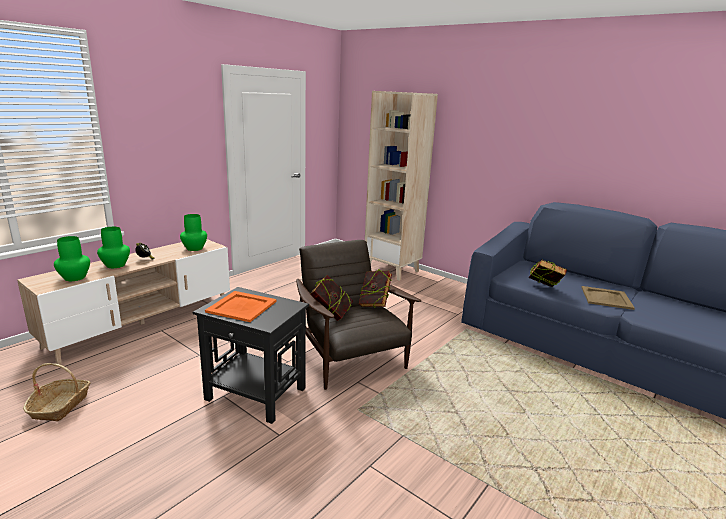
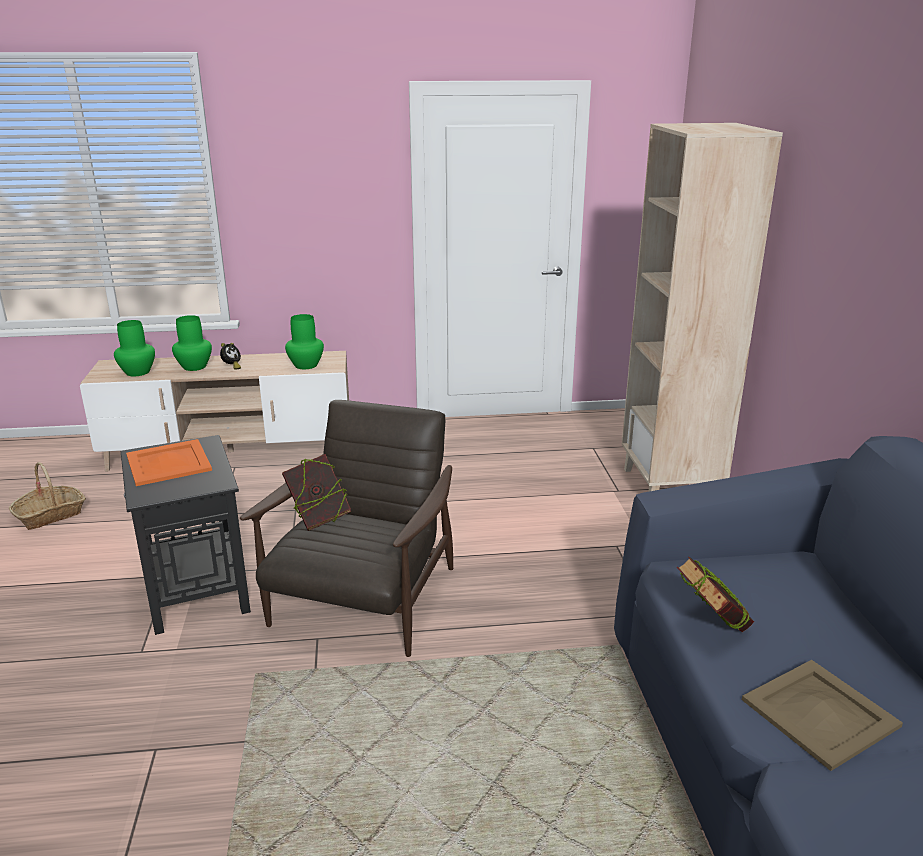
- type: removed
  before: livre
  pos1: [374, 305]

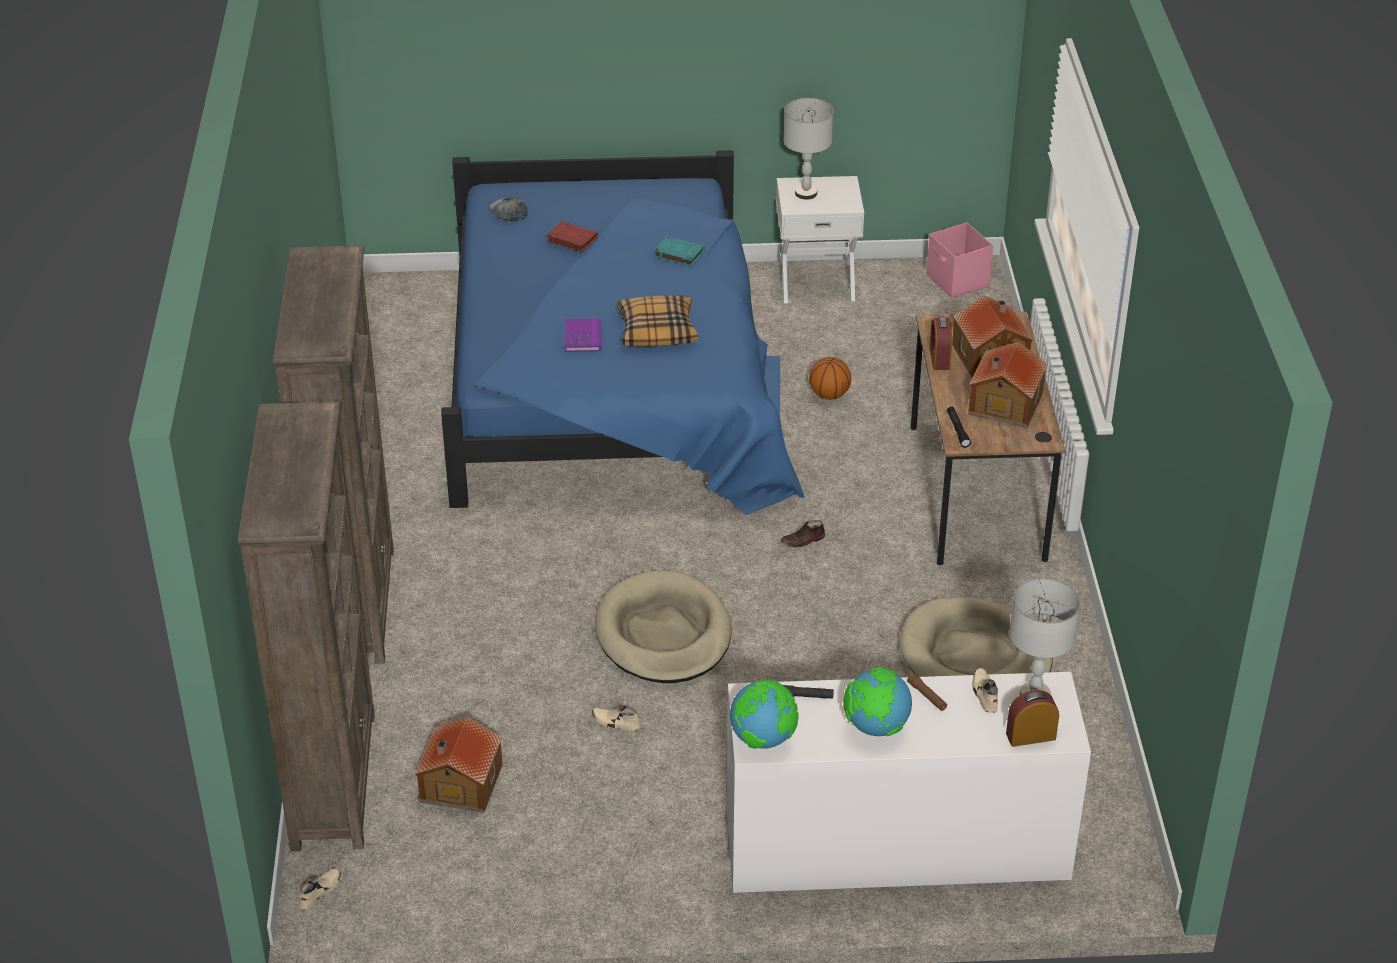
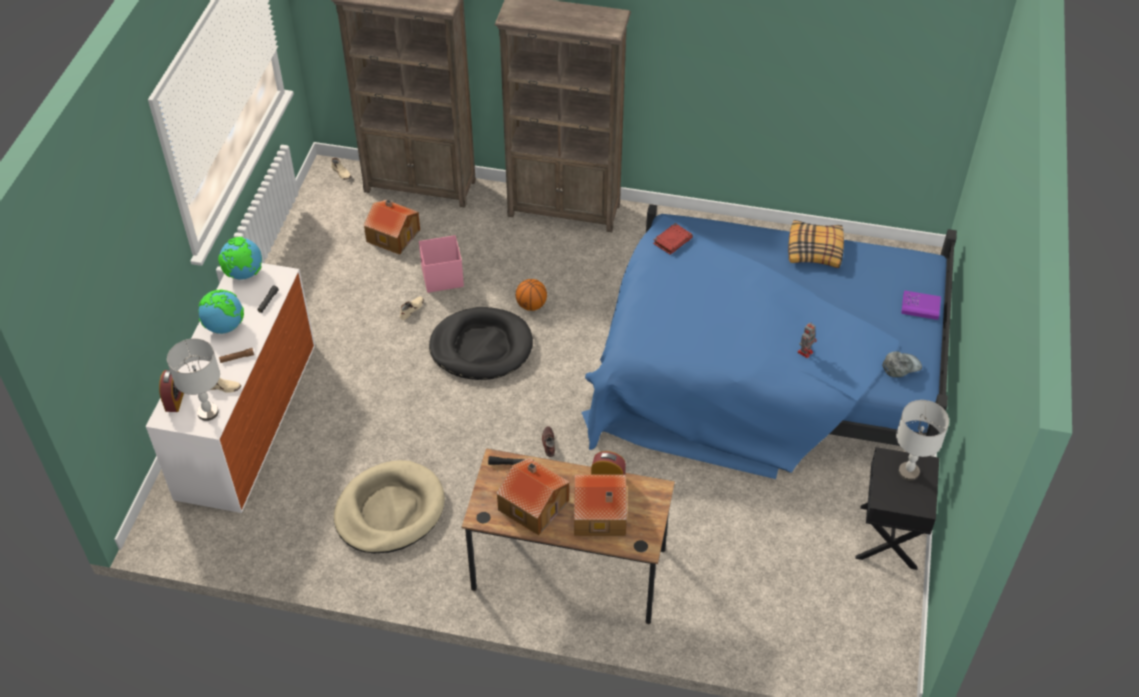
- type: moved
  before: casquette (gris)
  pos1: [508, 211]
  pos2: [901, 366]
- type: moved
  before: livre (rouge)
  pos1: [571, 239]
  pos2: [672, 240]
- type: moved
  before: livre (violet)
  pos1: [583, 337]
  pos2: [920, 306]
- type: recoloured
  before: panier pour chien (beige)
  after: panier pour chien (noir)
  pos1: [663, 634]
  pos2: [481, 347]
- type: moved
  before: coussin
  pos1: [657, 330]
  pos2: [815, 250]
- type: replaced
  before: livre (turquoise)
  after: robot jouet
  pos1: [678, 254]
  pos2: [805, 351]
- type: recoloured
  before: table de chevet (blanc)
  after: table de chevet (noir)
  pos1: [816, 282]
  pos2: [889, 537]
- type: moved
  before: ballon de basket
  pos1: [829, 395]
  pos2: [531, 305]
- type: moved
  before: boîte de rangement (rose)
  pos1: [957, 281]
  pos2: [441, 277]

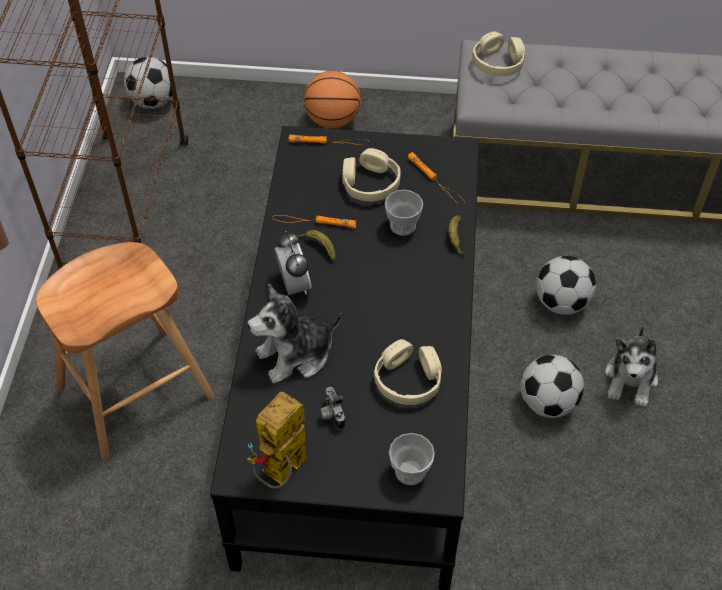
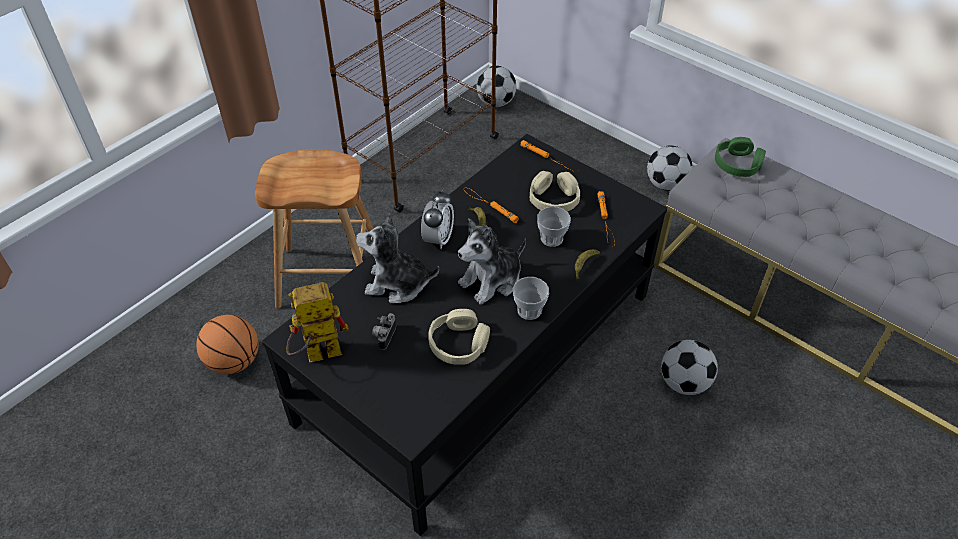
- type: moved
  before: ballon de basket
  pos1: [332, 120]
  pos2: [234, 361]
- type: moved
  before: tasse
  pos1: [410, 471]
  pos2: [529, 310]
- type: recoloured
  before: casque audio (beige)
  after: casque audio (vert)
  pos1: [498, 62]
  pos2: [737, 164]
- type: moved
  before: ballon de foot
  pos1: [547, 402]
  pos2: [666, 184]
- type: moved
  before: peluche
  pos1: [631, 379]
  pos2: [492, 280]

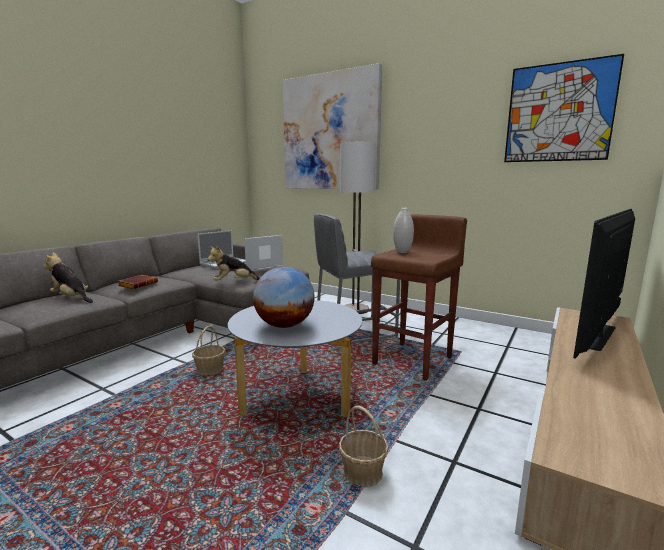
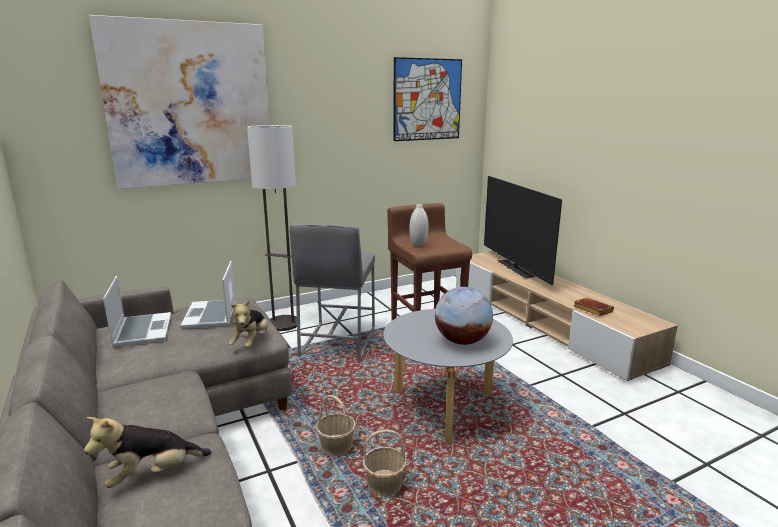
- type: moved
  before: livre (marron)
  pos1: [138, 285]
  pos2: [591, 309]
- type: moved
  before: panier
  pos1: [362, 473]
  pos2: [385, 484]

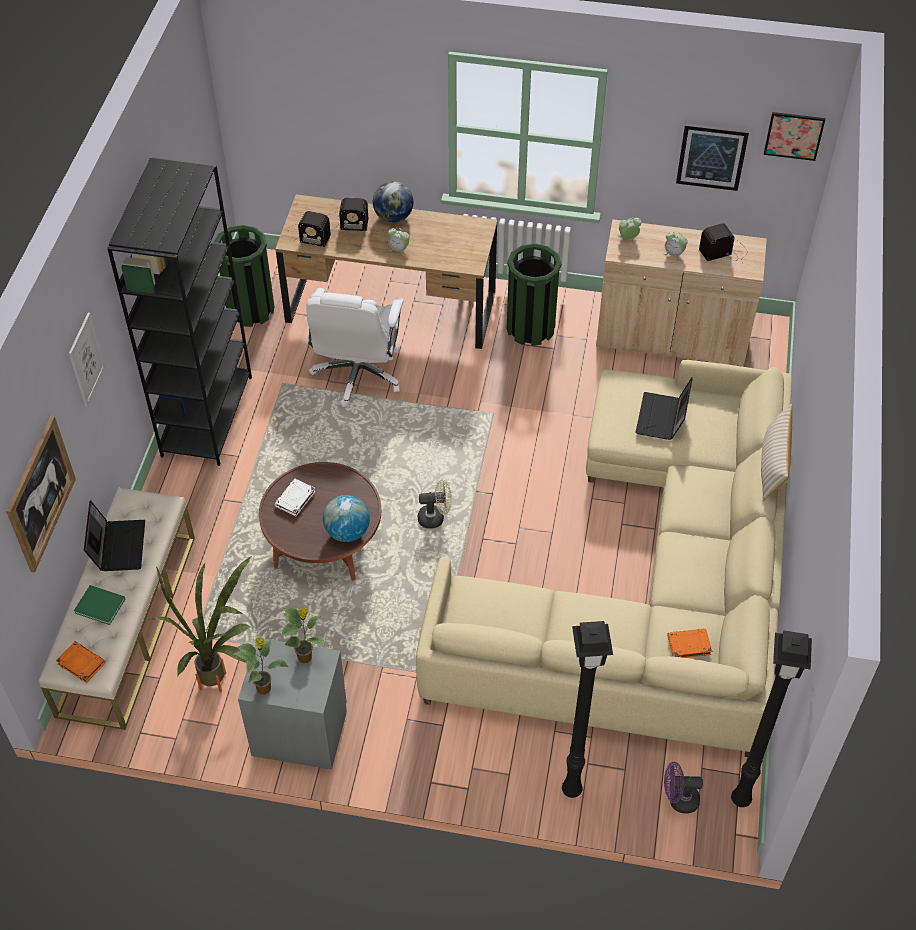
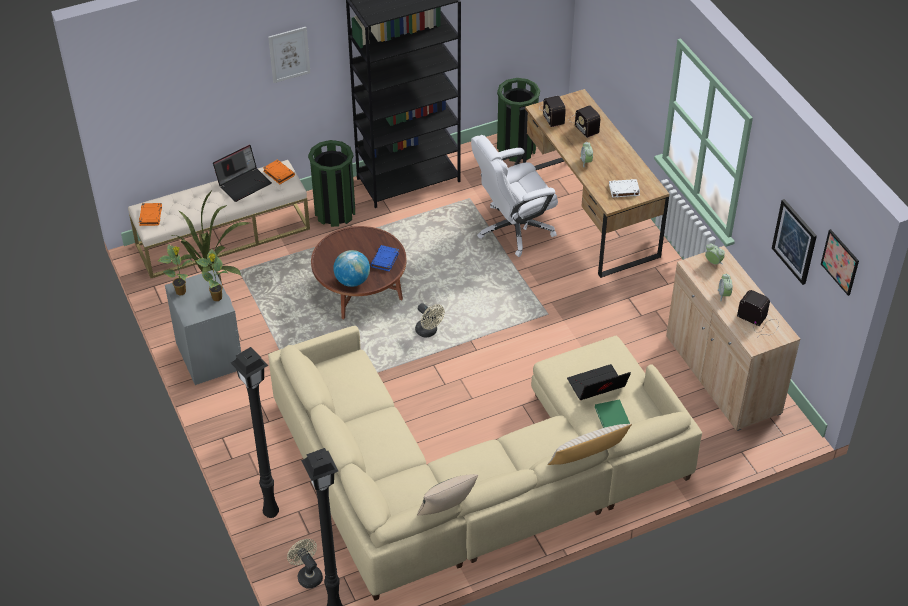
- type: removed
  before: tableau
  pos1: [40, 493]
- type: moved
  before: livre (vert)
  pos1: [101, 606]
  pos2: [612, 417]
- type: moved
  before: livre (blanc)
  pos1: [295, 499]
  pos2: [623, 190]
- type: removed
  before: globe
  pos1: [393, 217]
- type: moved
  before: poubelle (vert)
  pos1: [530, 328]
  pos2: [335, 212]
- type: recoloured
  before: ventilateur (violet)
  after: ventilateur (beige)
  pos1: [678, 800]
  pos2: [307, 575]
- type: moved
  before: livre (orange)
  pos1: [688, 645]
  pos2: [278, 173]
- type: added
  after: livre (bleu)
  pos2: [385, 260]
- type: added
  after: coussin (beige)
  pos2: [447, 512]

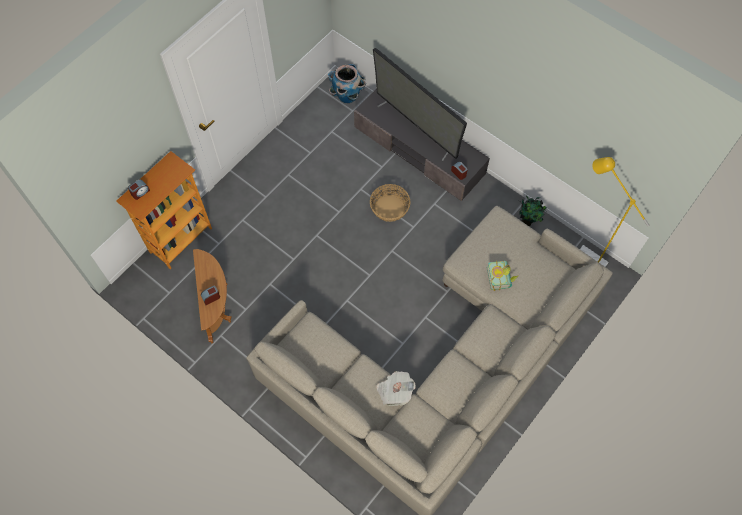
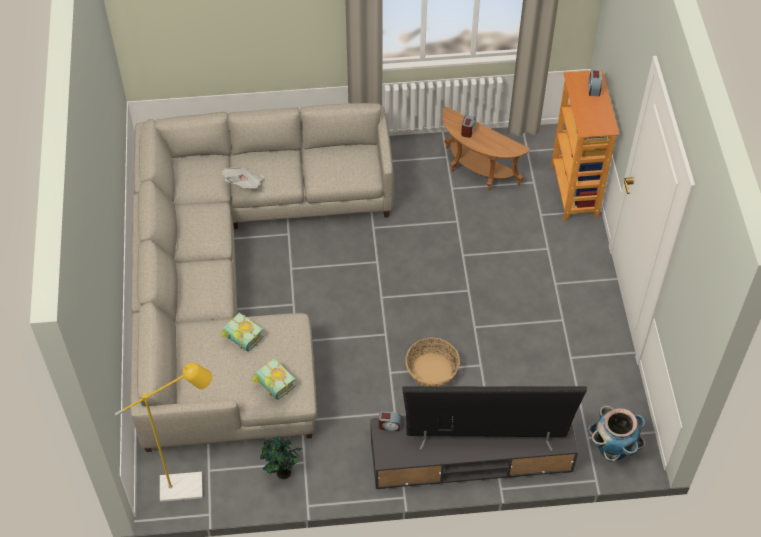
- type: added
  after: livre
  pos2: [272, 386]

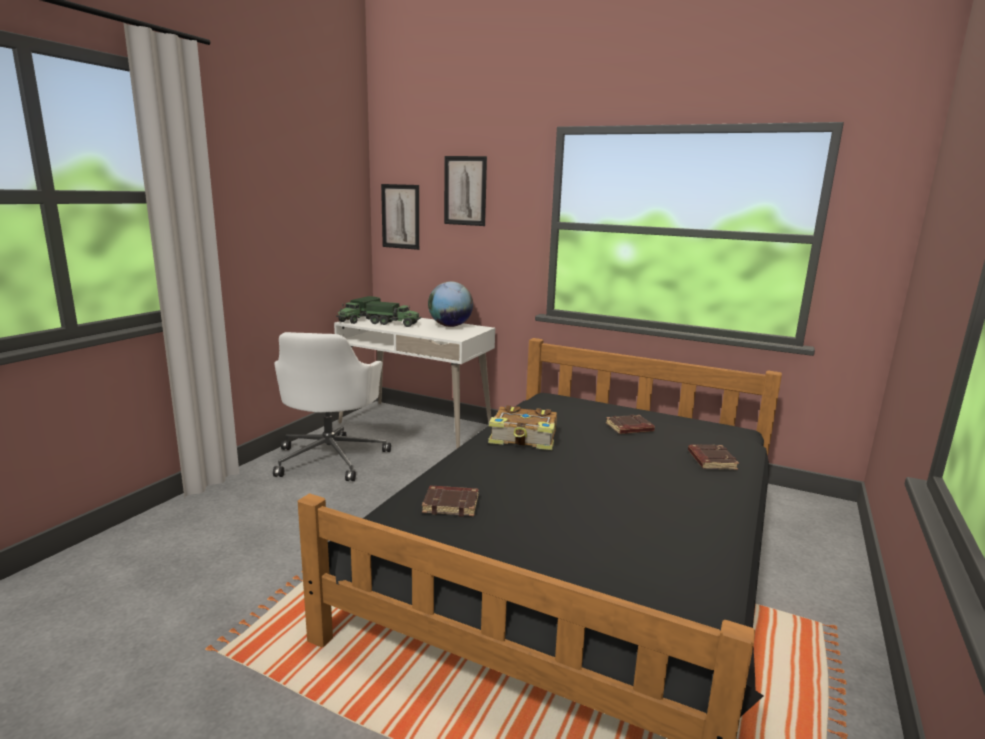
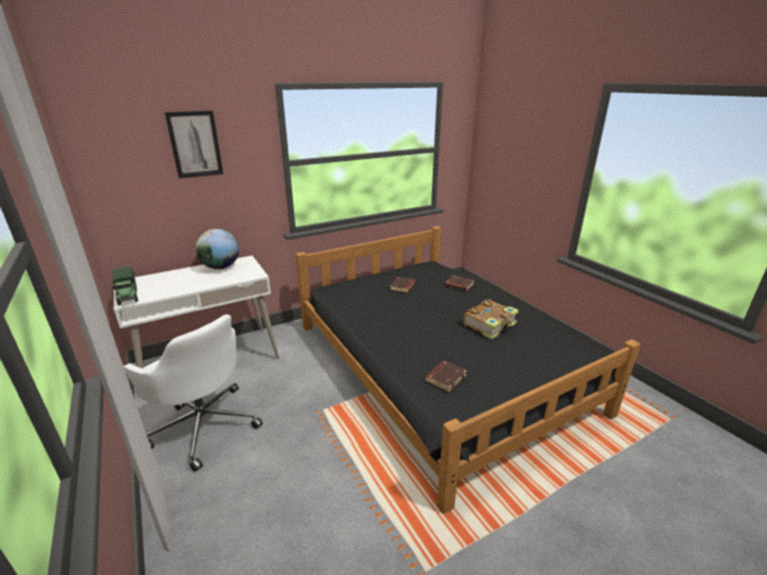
- type: removed
  before: camion jouet
  pos1: [394, 323]
- type: removed
  before: tableau
  pos1: [400, 216]
- type: moved
  before: livre
  pos1: [524, 438]
  pos2: [490, 325]

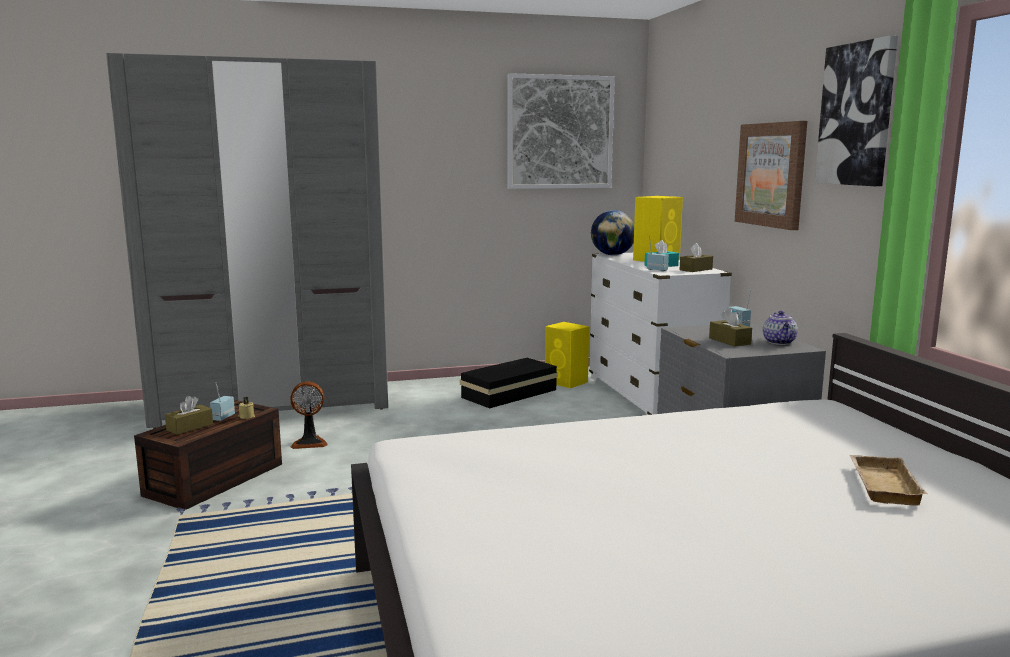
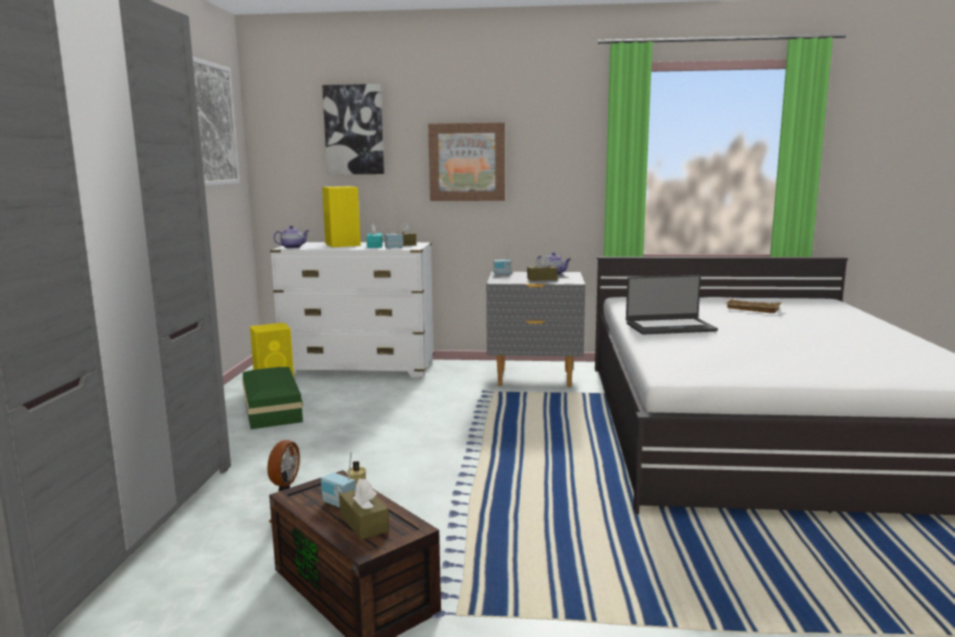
- type: recoloured
  before: boîte de rangement (noir)
  after: boîte de rangement (vert)
  pos1: [511, 393]
  pos2: [273, 408]
- type: replaced
  before: globe
  after: théière
  pos1: [612, 255]
  pos2: [293, 247]
- type: moved
  before: tableau
  pos1: [857, 114]
  pos2: [354, 130]
- type: added
  after: ordinateur portable
  pos2: [669, 327]

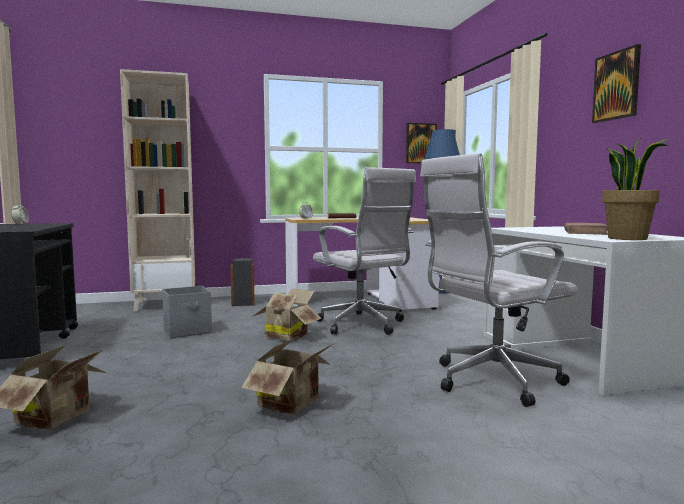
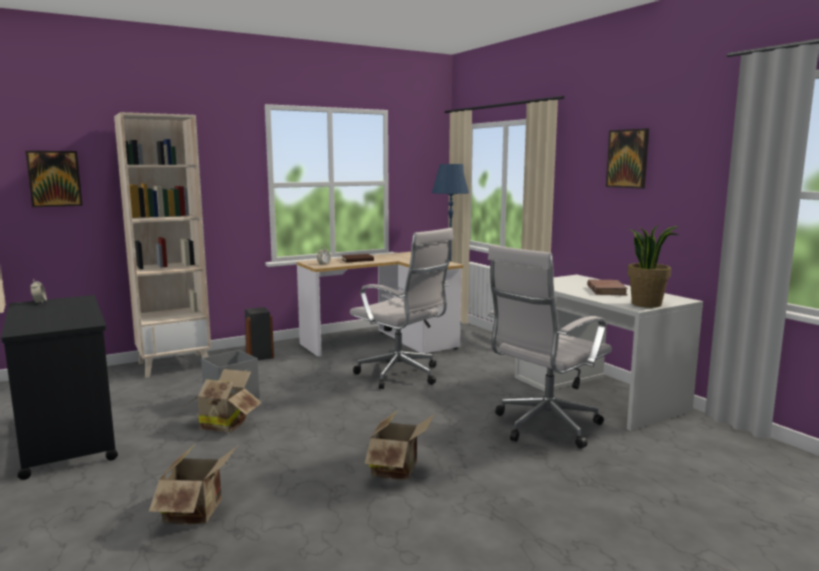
- type: moved
  before: carton
  pos1: [288, 336]
  pos2: [224, 424]
- type: moved
  before: tableau
  pos1: [421, 143]
  pos2: [54, 178]

